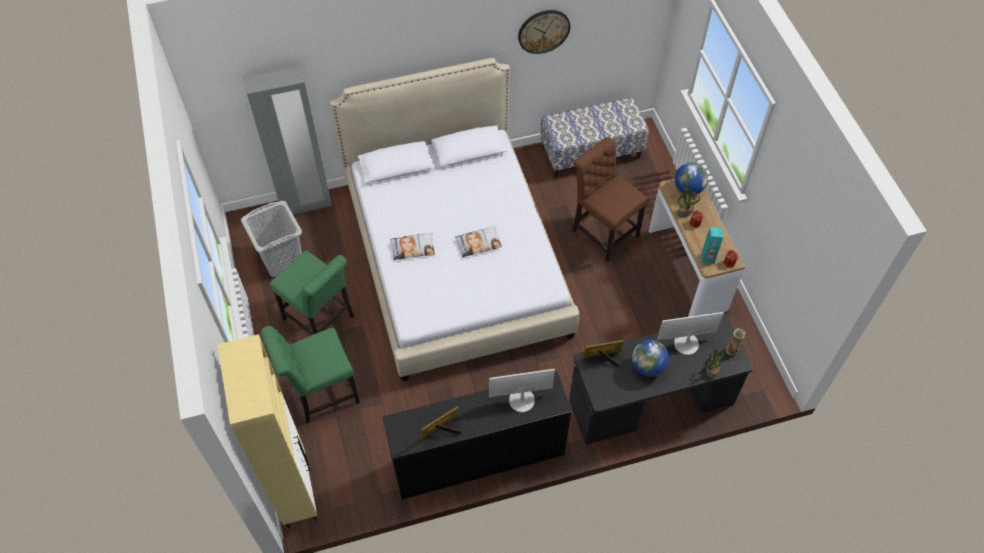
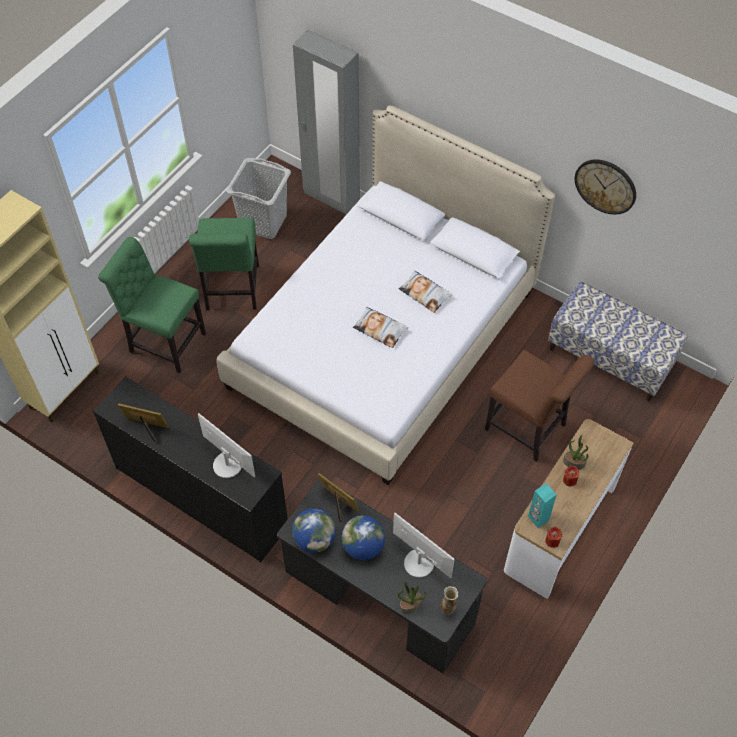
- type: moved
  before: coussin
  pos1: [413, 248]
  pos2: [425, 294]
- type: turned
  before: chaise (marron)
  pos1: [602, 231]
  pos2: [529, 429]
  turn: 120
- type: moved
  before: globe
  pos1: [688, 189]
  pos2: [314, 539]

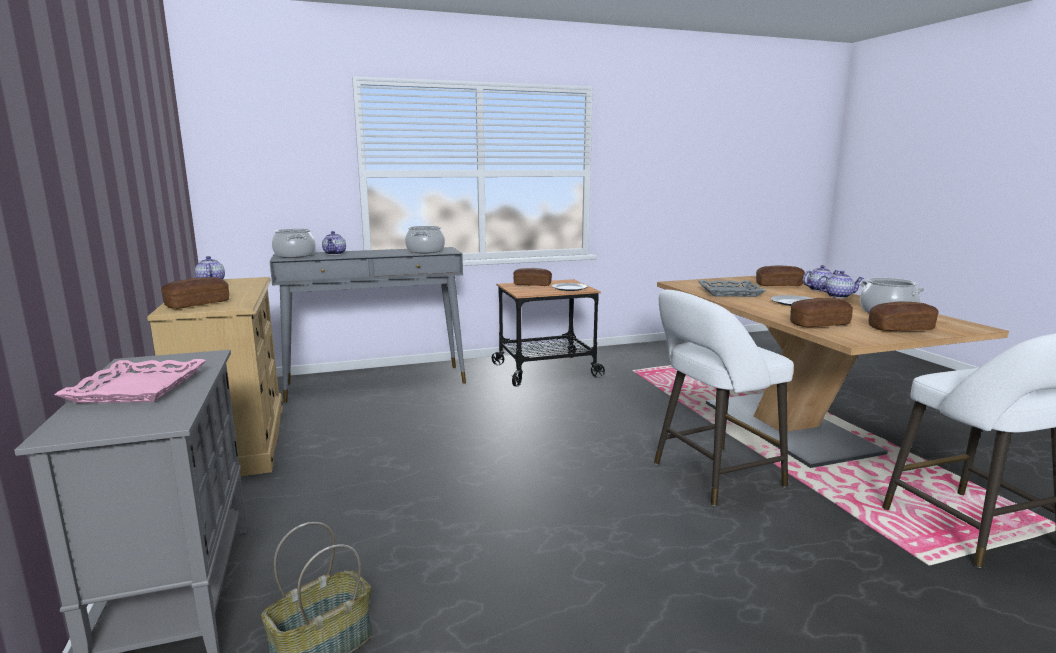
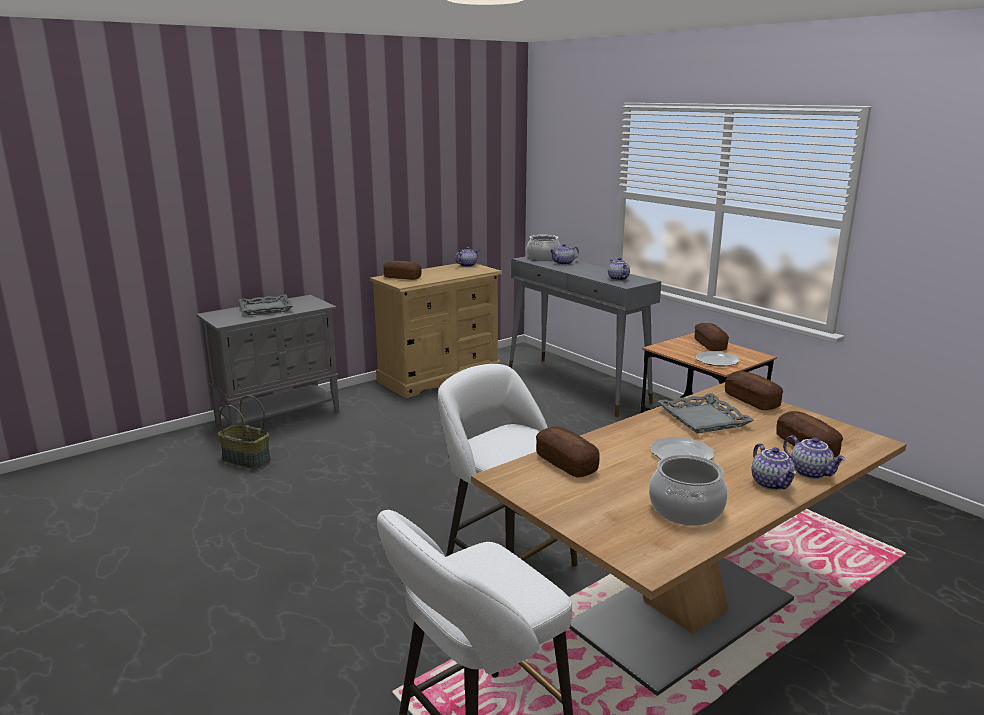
- type: recoloured
  before: plateau (rose)
  after: plateau (gris)
  pos1: [137, 388]
  pos2: [266, 308]
- type: replaced
  before: marmite
  after: théière
  pos1: [425, 251]
  pos2: [617, 279]
- type: moved
  before: pain
  pos1: [901, 328]
  pos2: [751, 401]

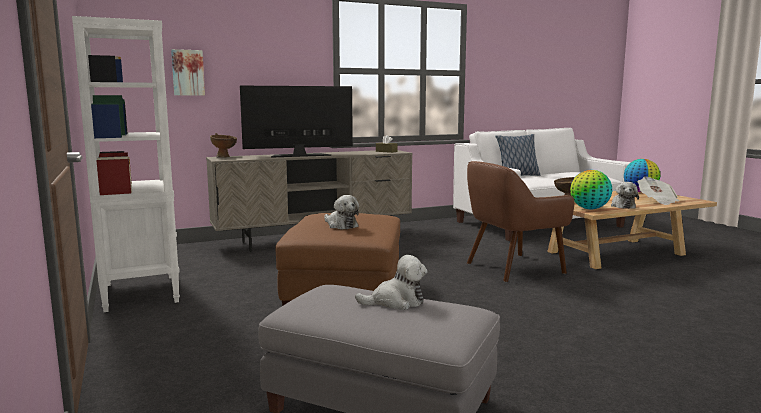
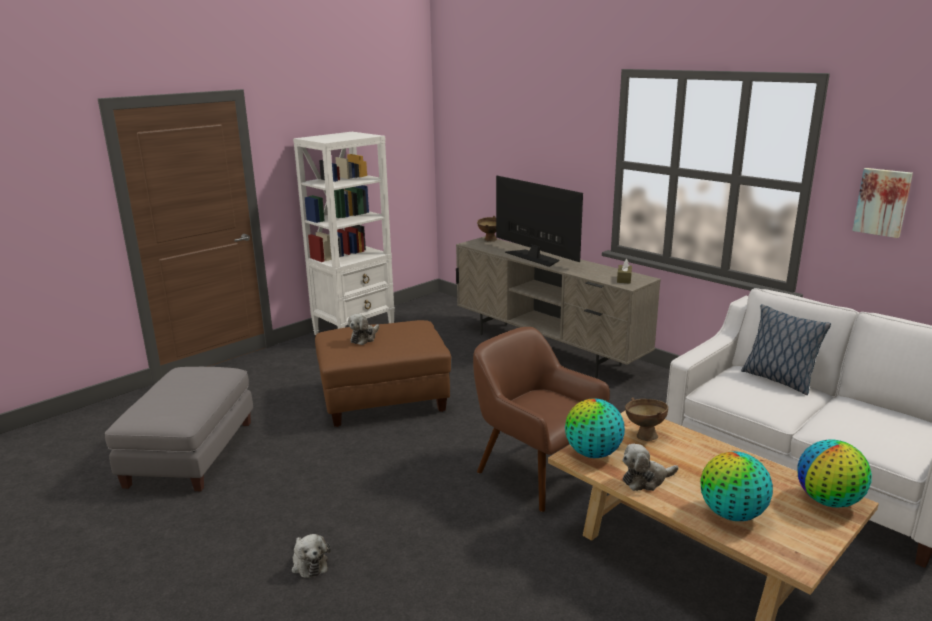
- type: moved
  before: tableau
  pos1: [188, 72]
  pos2: [882, 202]
- type: moved
  before: peluche
  pos1: [396, 302]
  pos2: [309, 563]
- type: replaced
  before: journal
  after: globe
  pos1: [657, 201]
  pos2: [731, 514]

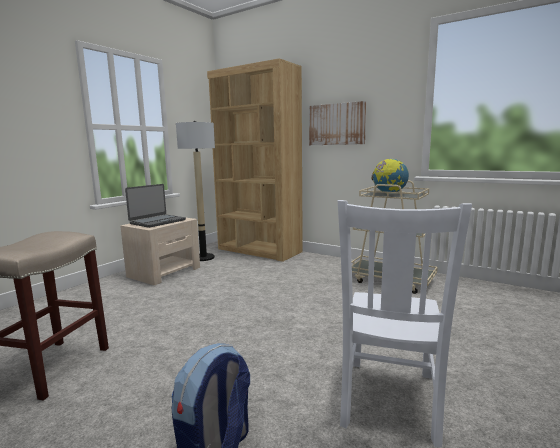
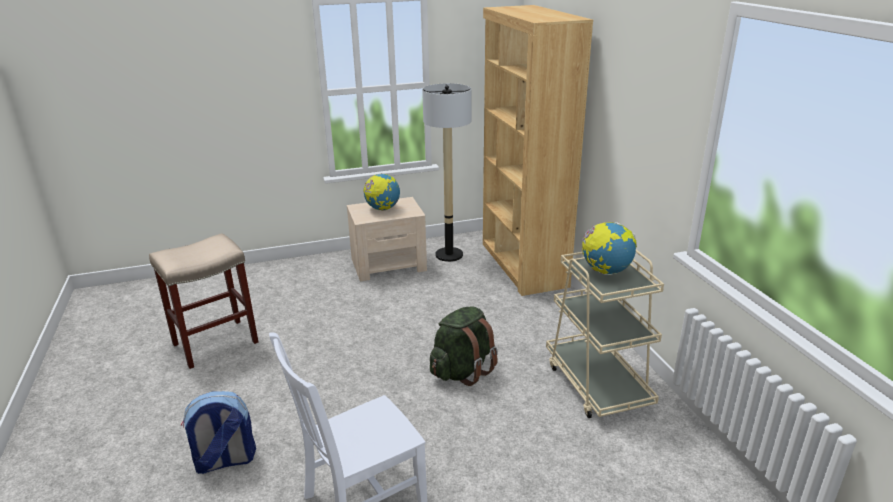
- type: replaced
  before: ordinateur portable
  after: globe
  pos1: [157, 222]
  pos2: [382, 209]
- type: removed
  before: tableau
  pos1: [337, 124]
- type: added
  after: sac à dos (vert)
  pos2: [462, 371]

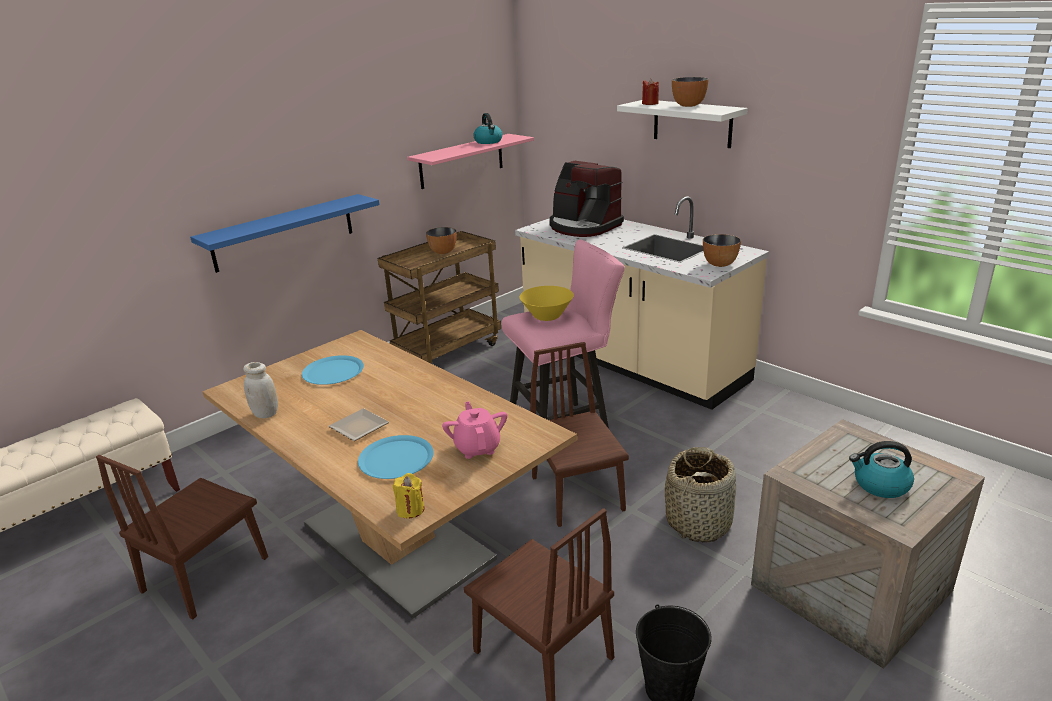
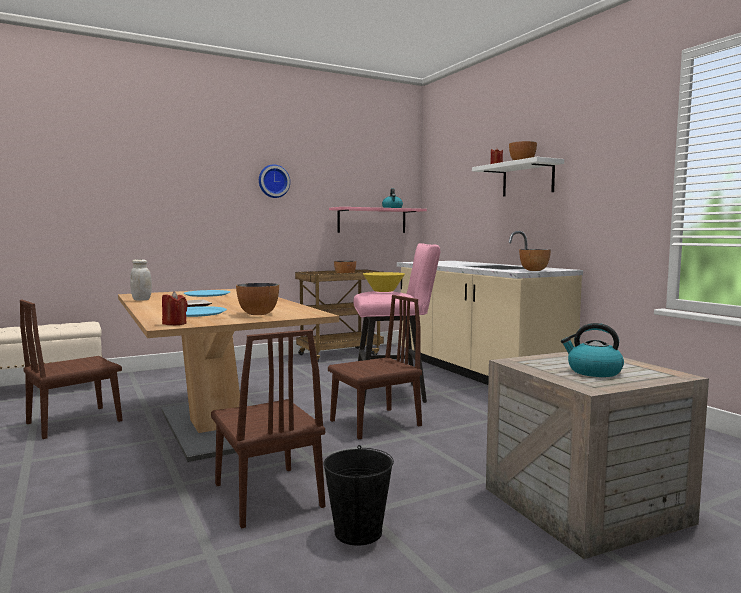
- type: removed
  before: étagère (bleu)
  pos1: [284, 232]
- type: recoloured
  before: bougie (jaune)
  after: bougie (rouge)
  pos1: [410, 509]
  pos2: [174, 323]
- type: replaced
  before: théière (rose)
  after: bol
  pos1: [477, 448]
  pos2: [258, 314]
- type: turned
  before: chaise (marron)
  pos1: [577, 493]
  pos2: [375, 423]
  turn: 60
- type: removed
  before: machine à café
  pos1: [583, 226]
- type: removed
  before: panier
  pos1: [699, 522]
- type: added
  after: horloge murale
  pos2: [273, 181]

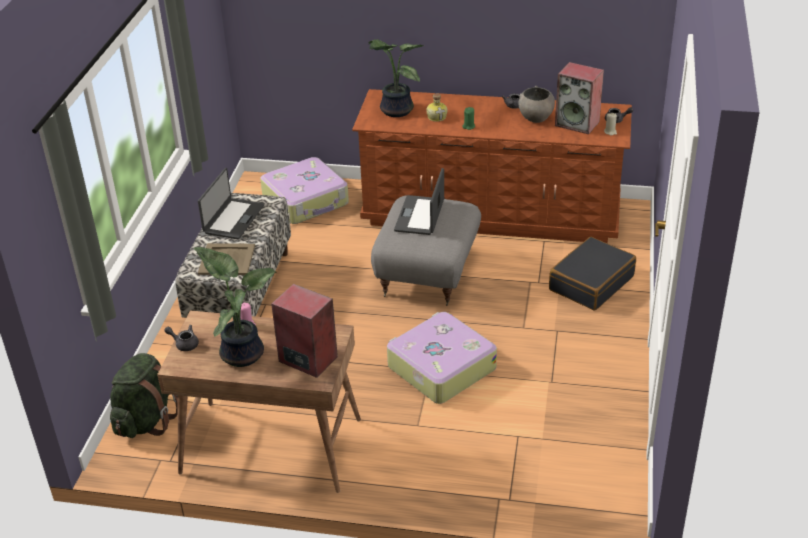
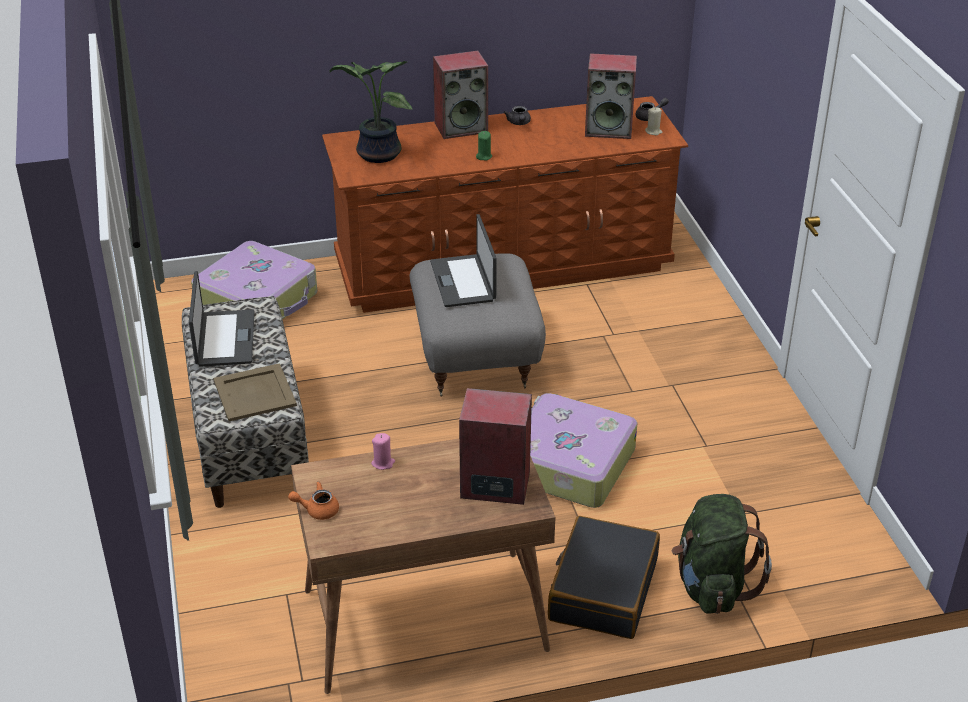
- type: moved
  before: sac à dos (vert)
  pos1: [146, 420]
  pos2: [712, 586]
- type: recoloured
  before: théière (gris)
  after: théière (orange)
  pos1: [184, 344]
  pos2: [317, 510]
- type: removed
  before: plante en pot
  pos1: [242, 352]
- type: removed
  before: bouteille
  pos1: [437, 117]
- type: removed
  before: bol (gris)
  pos1: [535, 118]
- type: moved
  before: valise (noir)
  pos1: [591, 283]
  pos2: [602, 590]
- type: added
  after: enceinte
  pos2: [461, 127]

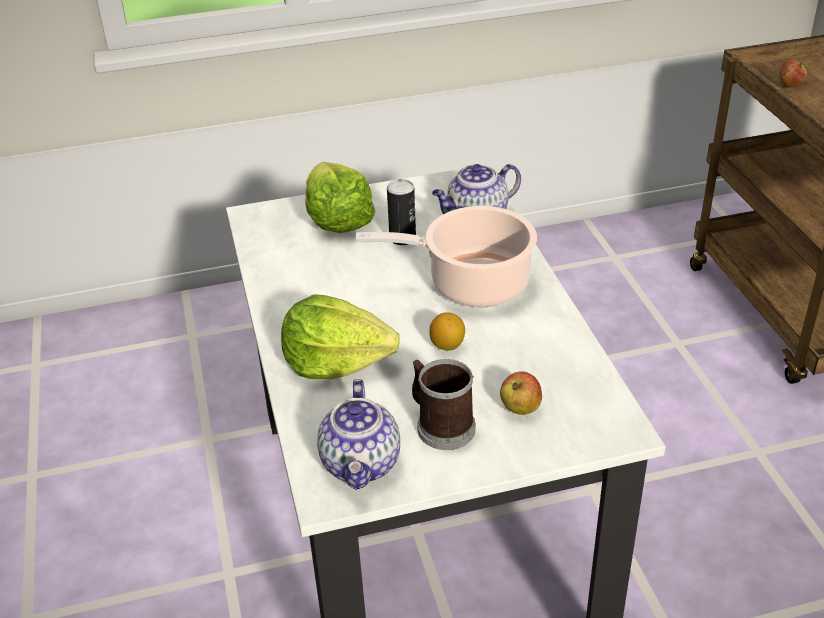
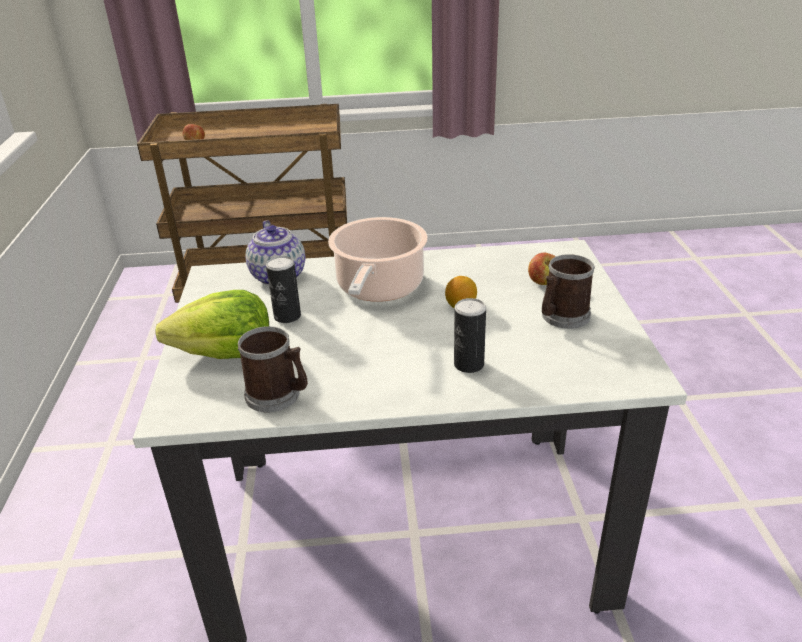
- type: replaced
  before: laitue
  after: boîte métallique
  pos1: [336, 361]
  pos2: [469, 364]
- type: removed
  before: théière
  pos1: [362, 464]
- type: added
  after: mug
  pos2: [278, 396]

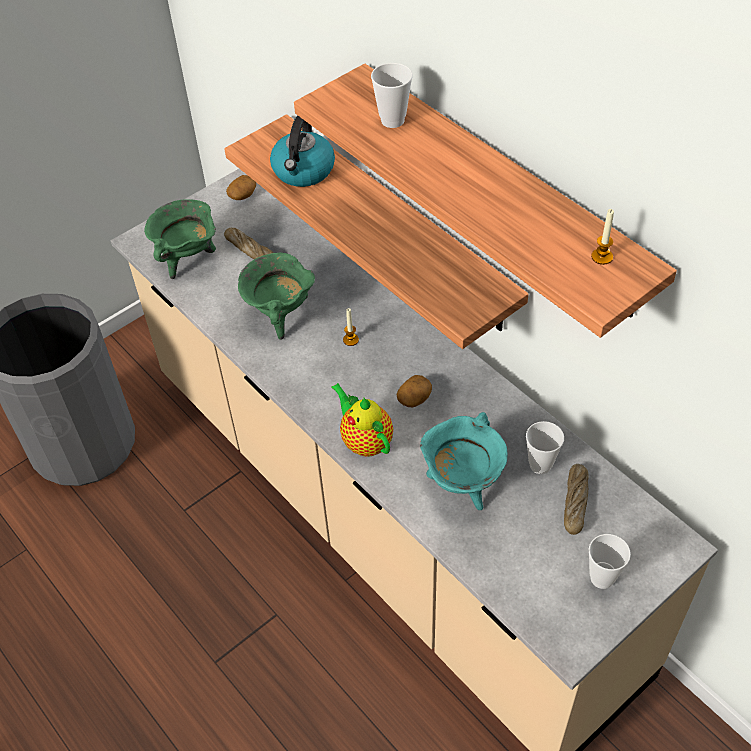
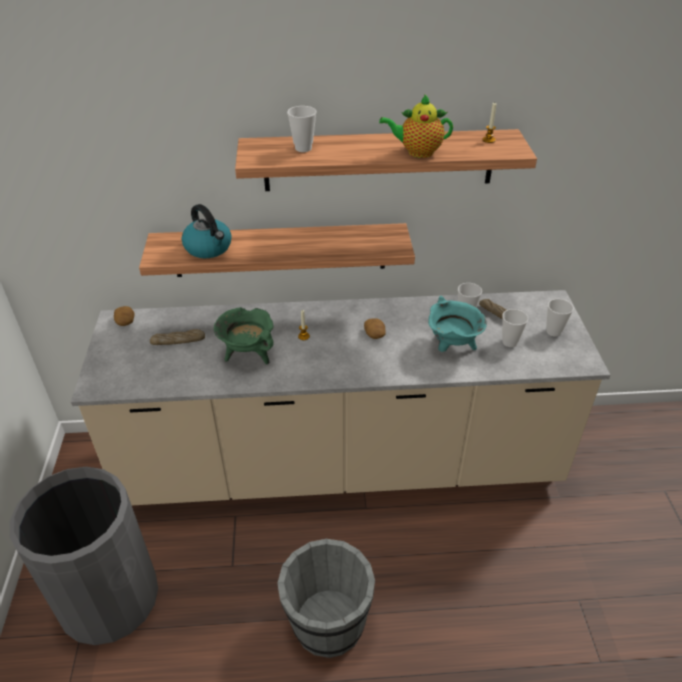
- type: removed
  before: marmite (vert)
  pos1: [188, 259]
- type: moved
  before: théière
  pos1: [365, 441]
  pos2: [417, 152]
- type: added
  after: seau (gris)
  pos2: [327, 622]
- type: added
  after: tasse
  pos2: [509, 342]

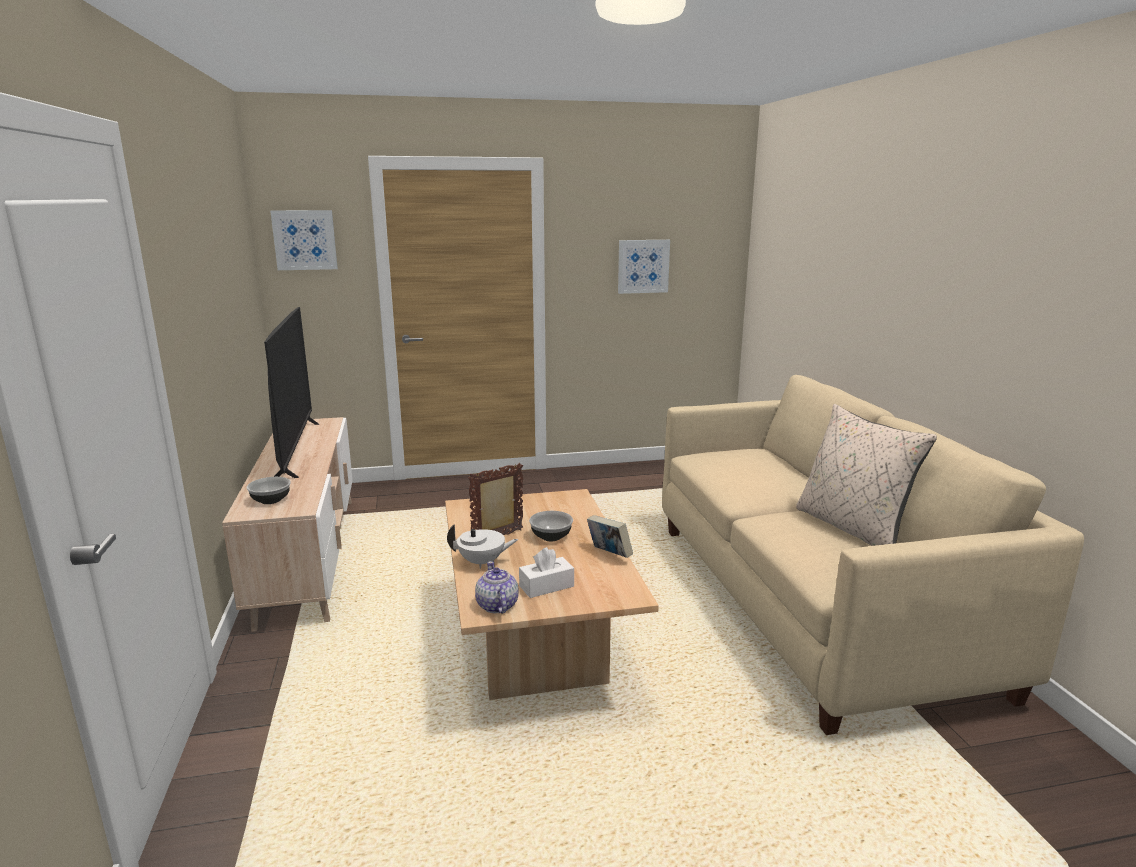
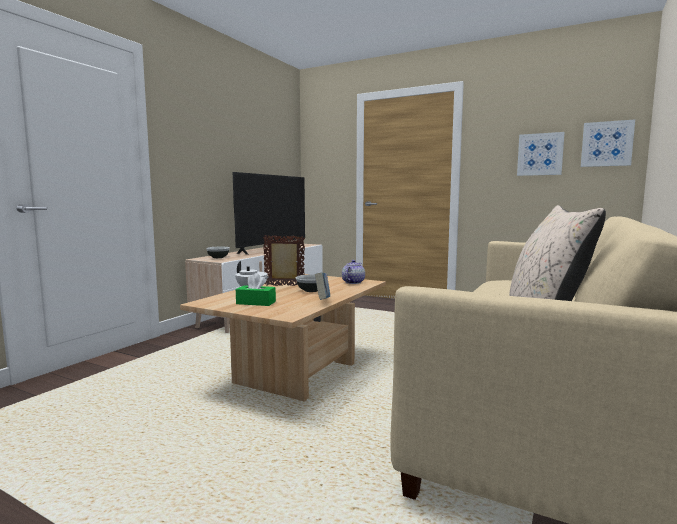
- type: moved
  before: tableau
  pos1: [305, 240]
  pos2: [606, 144]
- type: moved
  before: théière
  pos1: [496, 606]
  pos2: [352, 282]
- type: recoloured
  before: boîte à mouchoirs (blanc)
  after: boîte à mouchoirs (vert)
  pos1: [546, 586]
  pos2: [256, 303]

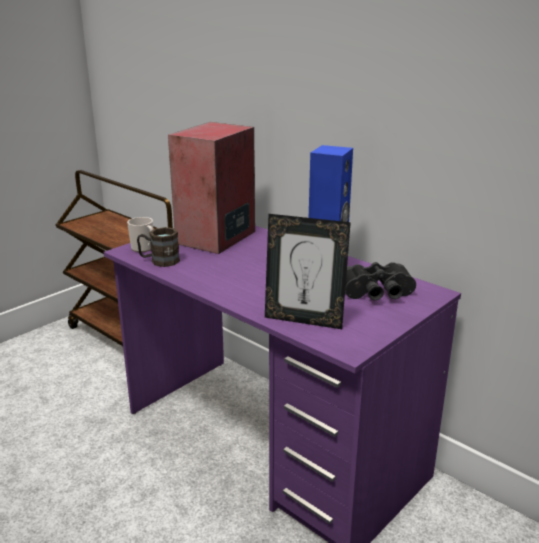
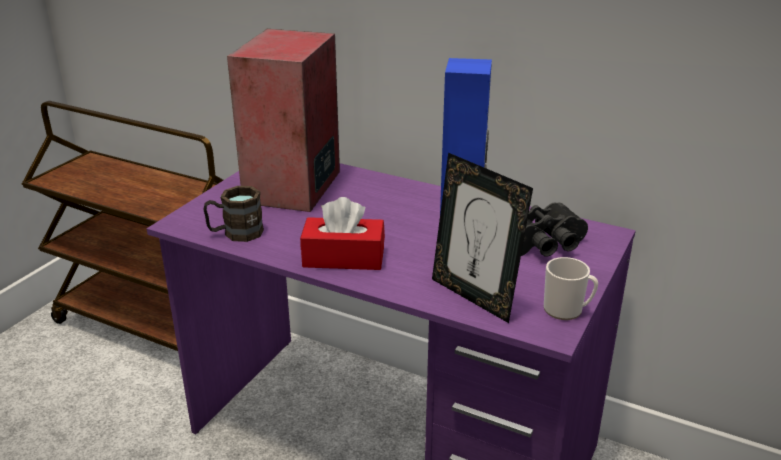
- type: moved
  before: mug
  pos1: [144, 248]
  pos2: [567, 310]
- type: turned
  before: cadre photo
  pos1: [304, 320]
  pos2: [474, 297]
  turn: 45
- type: added
  after: boîte à mouchoirs (rouge)
  pos2: [343, 258]

